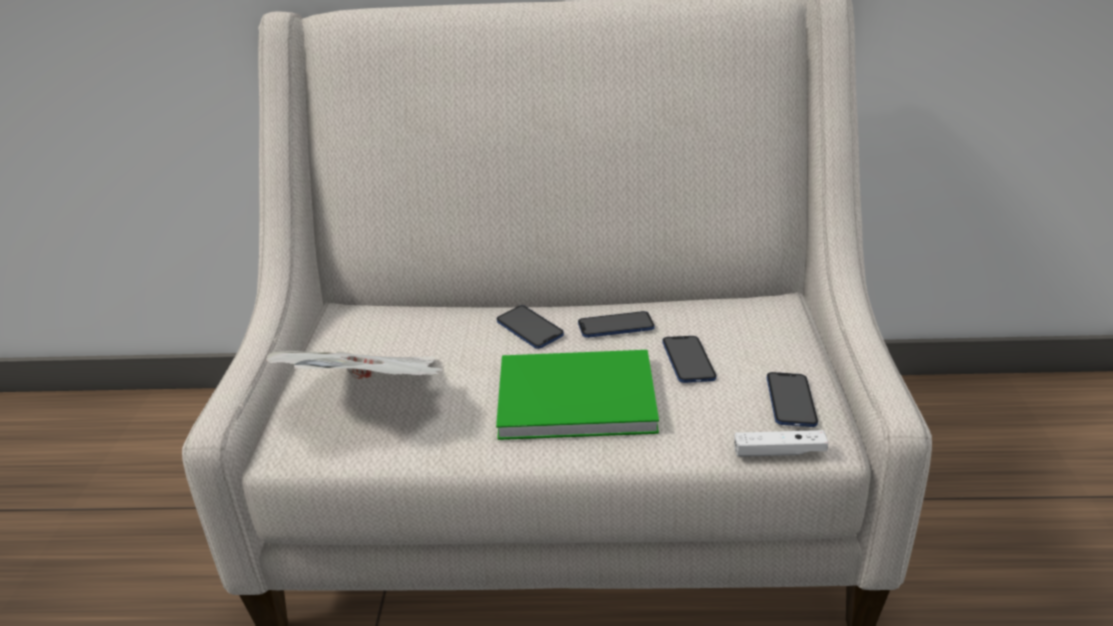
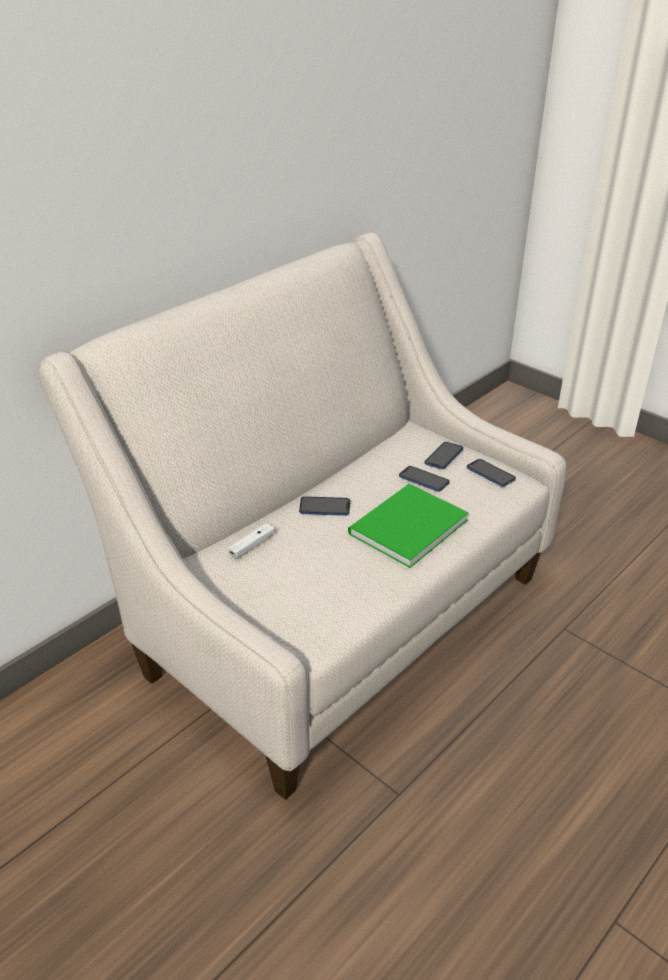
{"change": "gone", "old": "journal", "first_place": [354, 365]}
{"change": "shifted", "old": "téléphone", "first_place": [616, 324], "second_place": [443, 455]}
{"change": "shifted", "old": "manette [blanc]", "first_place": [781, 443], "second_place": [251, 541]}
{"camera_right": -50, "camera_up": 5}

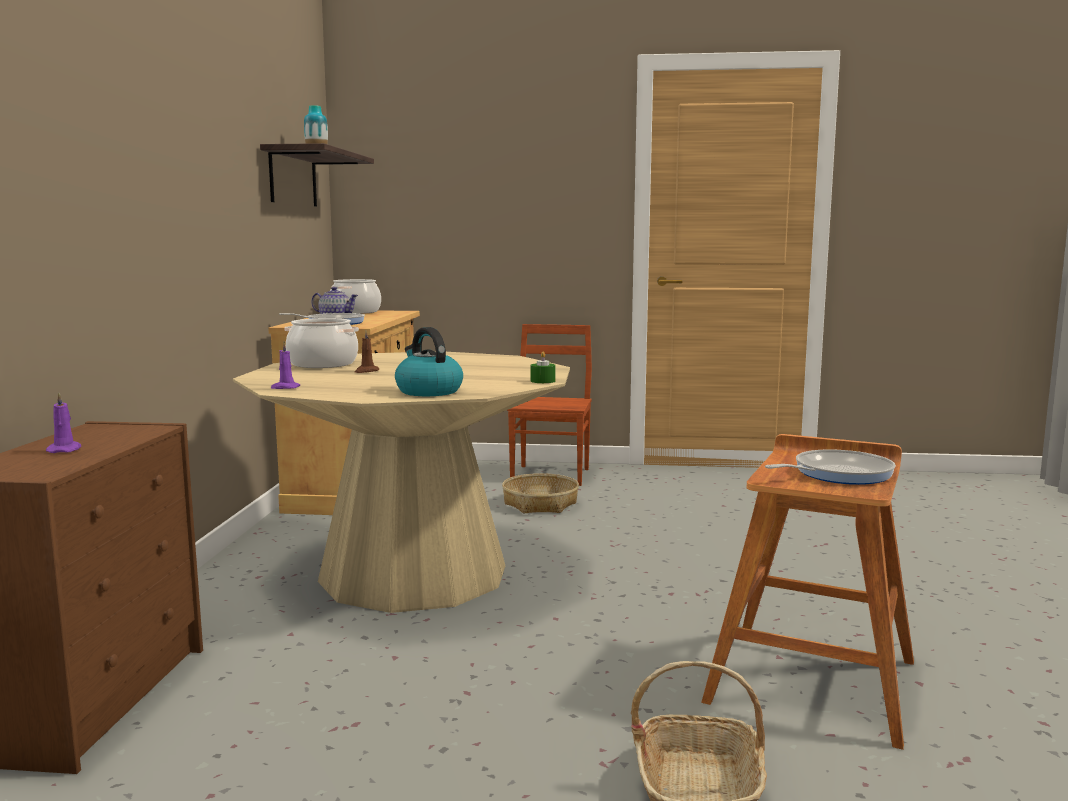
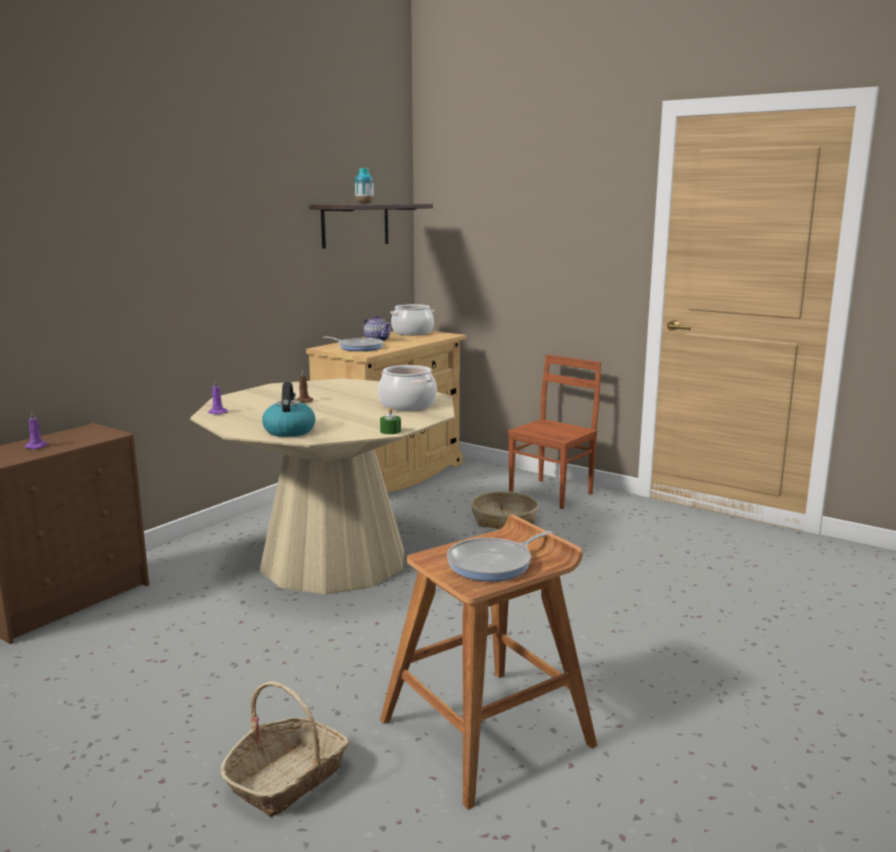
{"change": "shifted", "old": "marmite", "first_place": [321, 343], "second_place": [407, 388]}
{"change": "rotated", "old": "poêle", "first_place": [830, 467], "second_place": [499, 556], "degrees": 135}
{"camera_right": 30, "camera_up": 5}

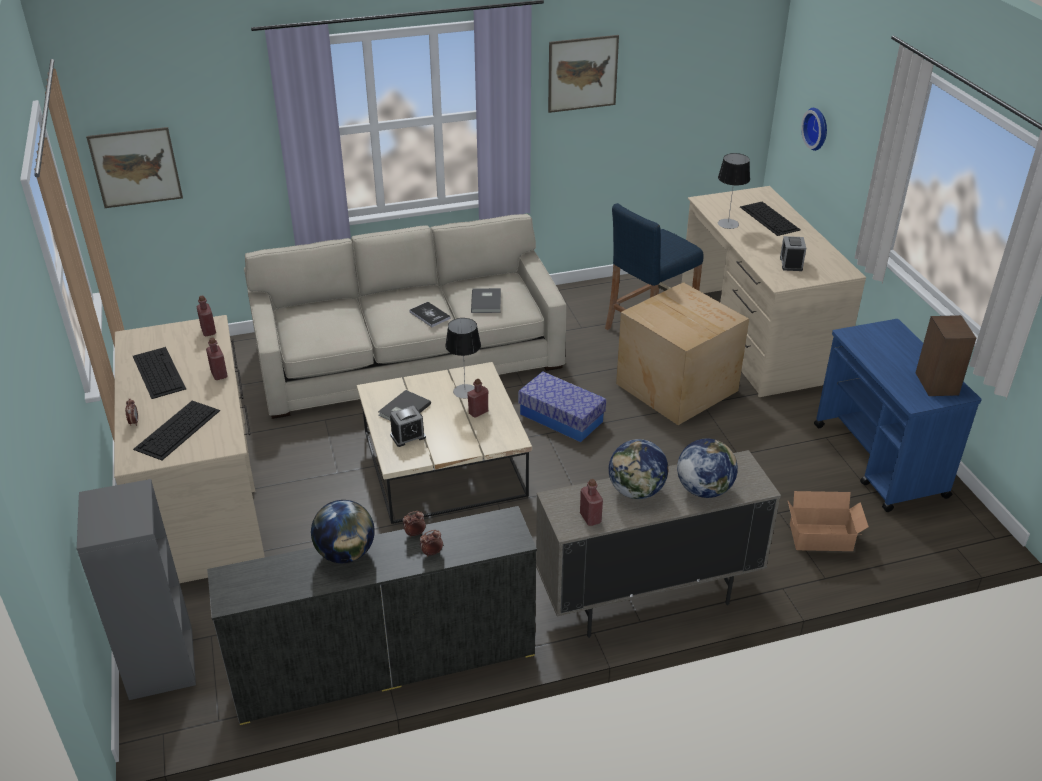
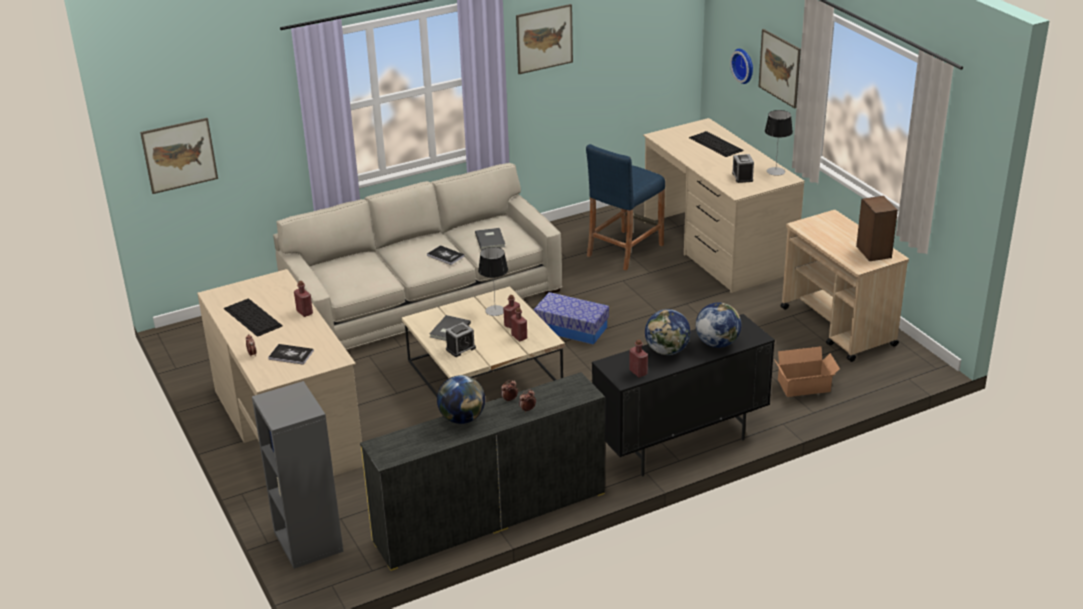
{"change": "swapped", "old": "clavier", "new": "livre", "first_place": [176, 430], "second_place": [291, 354]}
{"change": "shifted", "old": "bouteille [rouge]", "first_place": [206, 315], "second_place": [519, 324]}
{"change": "repainted", "old": "meuble de rangement [beige]", "new": "meuble de rangement [noir]", "first_place": [658, 544], "second_place": [683, 395]}
{"change": "gone", "old": "carton", "first_place": [682, 353]}
{"change": "shifted", "old": "lampe de table", "first_place": [734, 191], "second_place": [779, 143]}
{"change": "repainted", "old": "chariot [bleu]", "new": "chariot [beige]", "first_place": [898, 415], "second_place": [845, 286]}
{"change": "new", "new": "tableau", "second_place": [780, 68]}
{"camera_right": -10, "camera_up": -5}

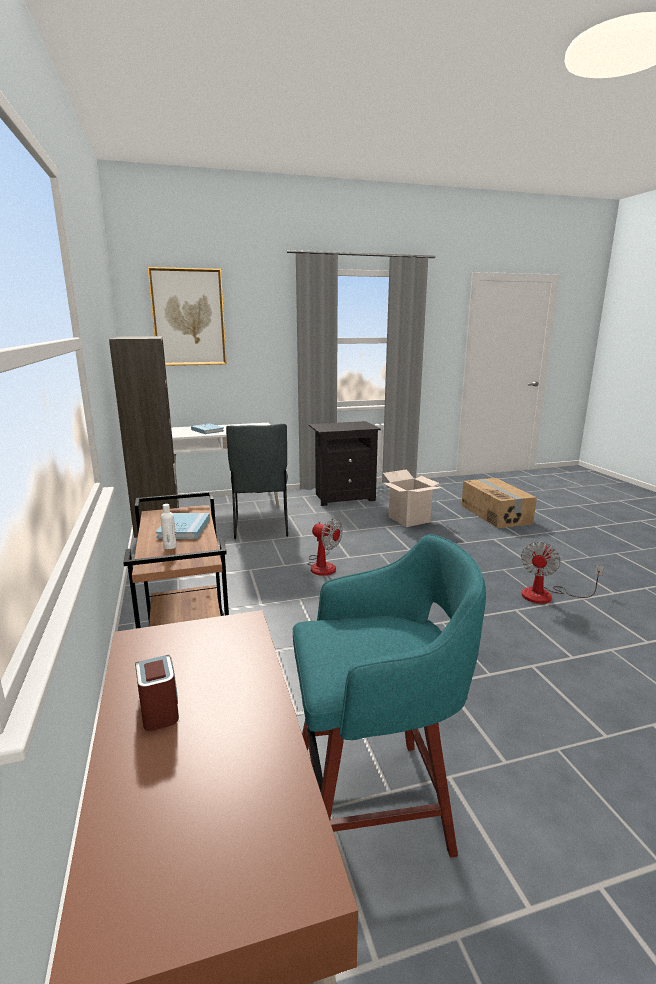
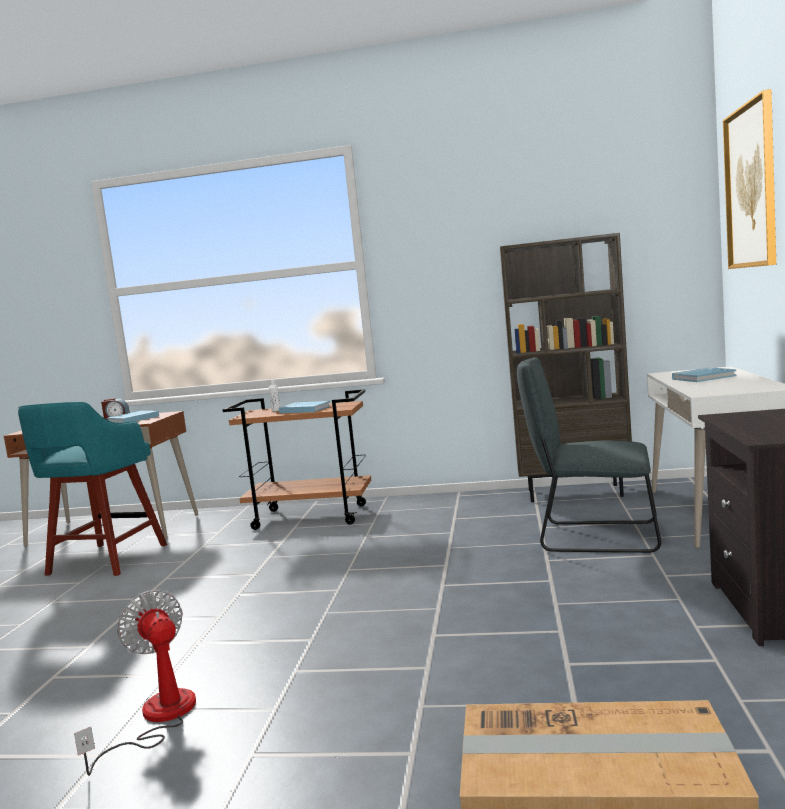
{"change": "gone", "old": "ventilateur", "first_place": [325, 547]}
{"change": "gone", "old": "carton", "first_place": [412, 498]}
{"change": "new", "new": "livre [bleu]", "second_place": [133, 417]}
{"camera_right": 115, "camera_up": -10}

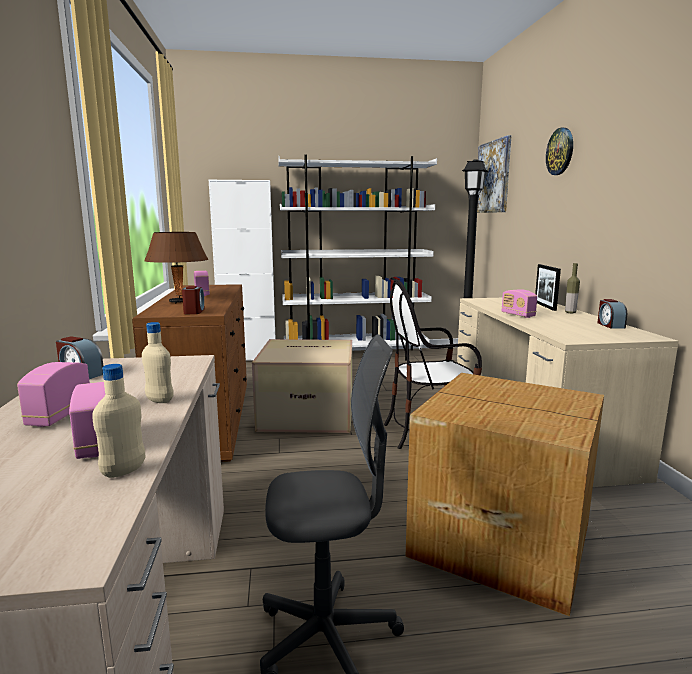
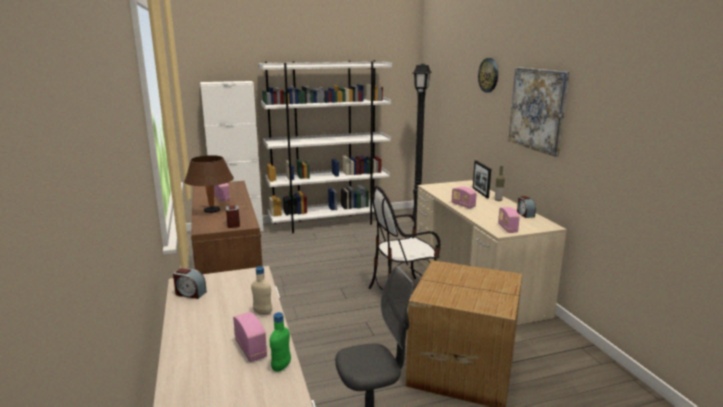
{"change": "shifted", "old": "radio", "first_place": [53, 394], "second_place": [509, 220]}
{"change": "repainted", "old": "bouteille [beige]", "new": "bouteille [vert]", "first_place": [118, 421], "second_place": [280, 342]}
{"change": "gone", "old": "carton", "first_place": [302, 386]}
{"change": "shifted", "old": "tableau", "first_place": [494, 174], "second_place": [539, 112]}
{"camera_right": -10, "camera_up": 5}

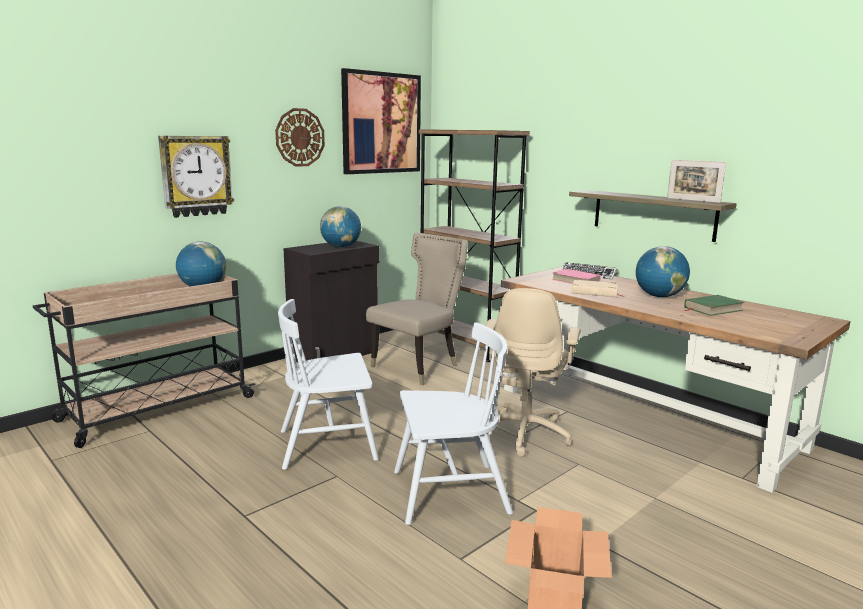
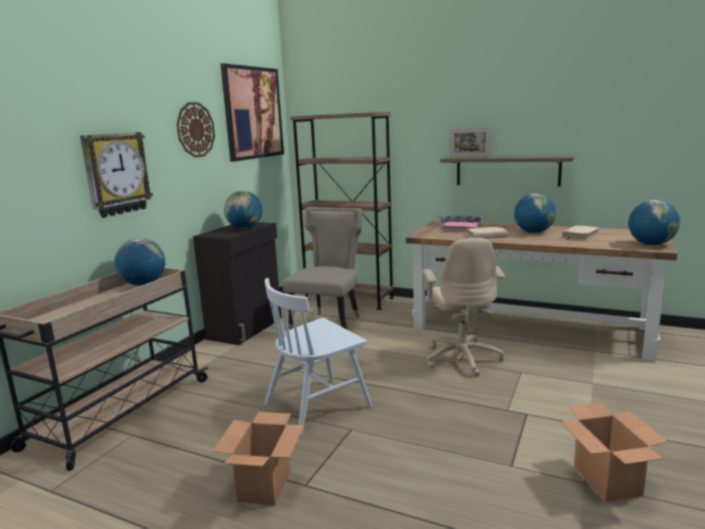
{"change": "gone", "old": "chaise [blanc]", "first_place": [453, 424]}
{"change": "shifted", "old": "cadre photo", "first_place": [696, 181], "second_place": [470, 142]}
{"change": "repainted", "old": "livre [vert]", "new": "livre [beige]", "first_place": [714, 305], "second_place": [581, 233]}
{"change": "new", "new": "carton", "second_place": [258, 458]}
{"change": "new", "new": "globe", "second_place": [654, 222]}
{"camera_right": -20, "camera_up": 0}

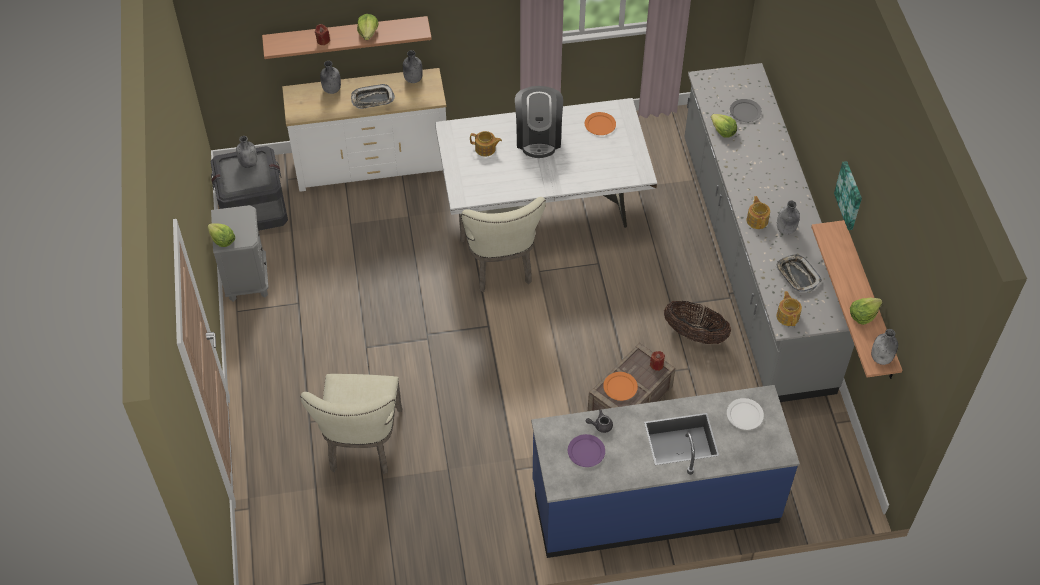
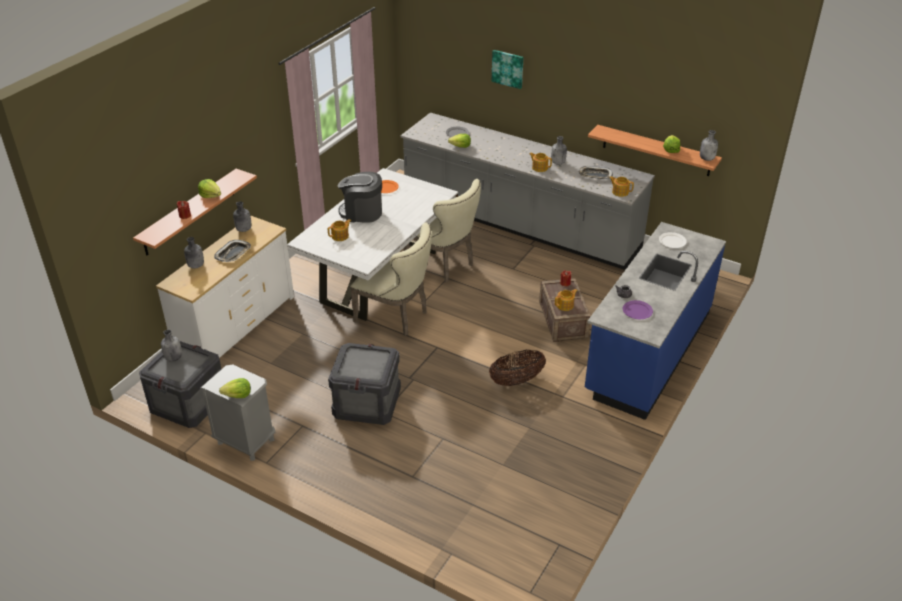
{"change": "shifted", "old": "chaise [beige]", "first_place": [351, 424], "second_place": [442, 230]}
{"change": "rotated", "old": "machine à café", "first_place": [539, 122], "second_place": [360, 197], "degrees": 150}
{"change": "swapped", "old": "assiette [orange]", "new": "théière", "first_place": [620, 386], "second_place": [566, 300]}
{"change": "shifted", "old": "panier", "first_place": [697, 322], "second_place": [517, 368]}
{"change": "shifted", "old": "tableau", "first_place": [848, 195], "second_place": [508, 69]}
{"change": "new", "new": "caisse", "second_place": [364, 384]}
{"camera_right": -50, "camera_up": -15}

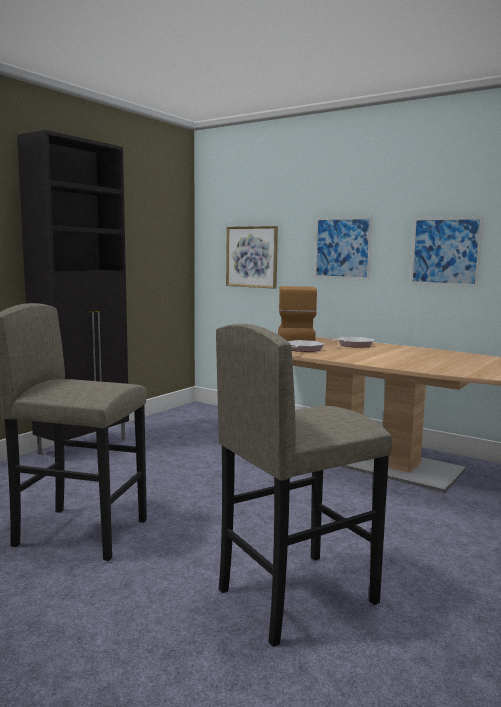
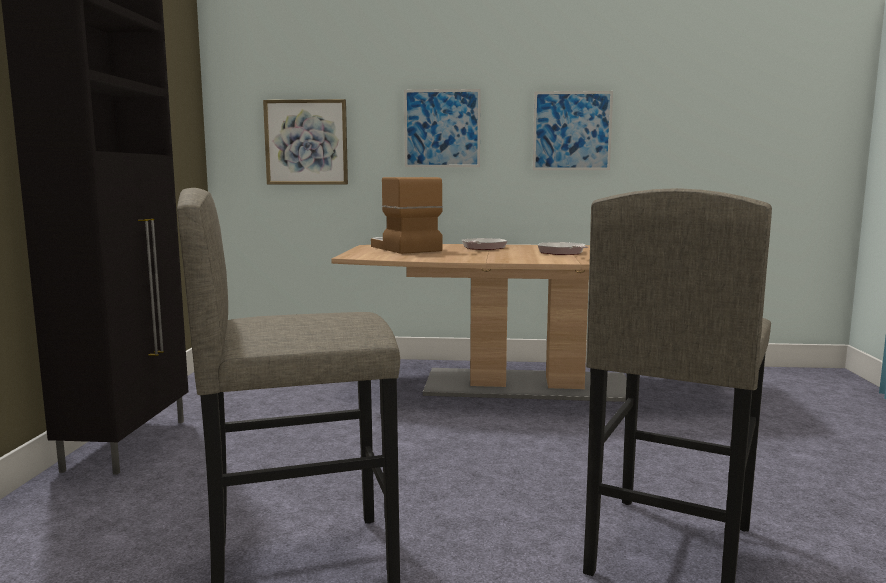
{"change": "shifted", "old": "poêle", "first_place": [306, 346], "second_place": [563, 248]}
{"camera_right": -30, "camera_up": 0}

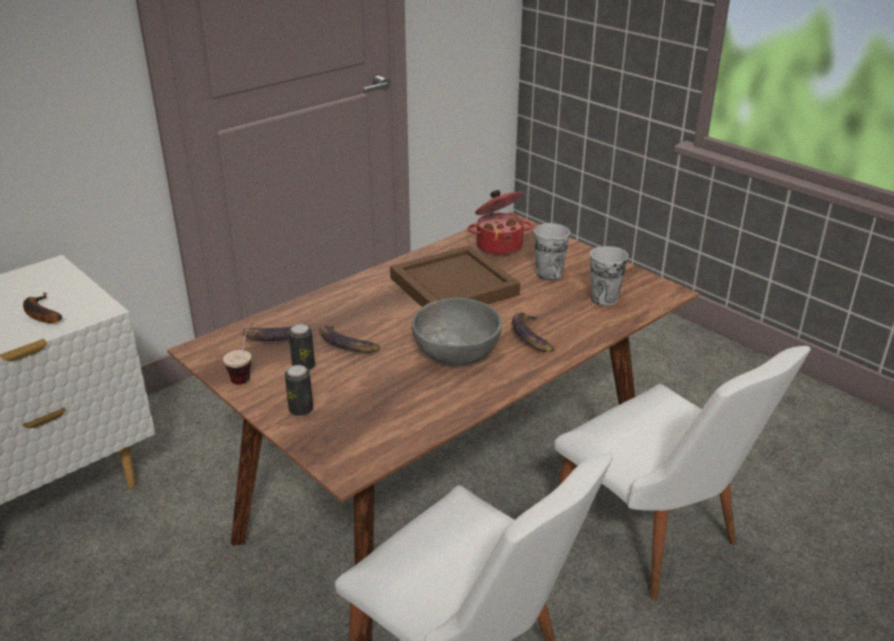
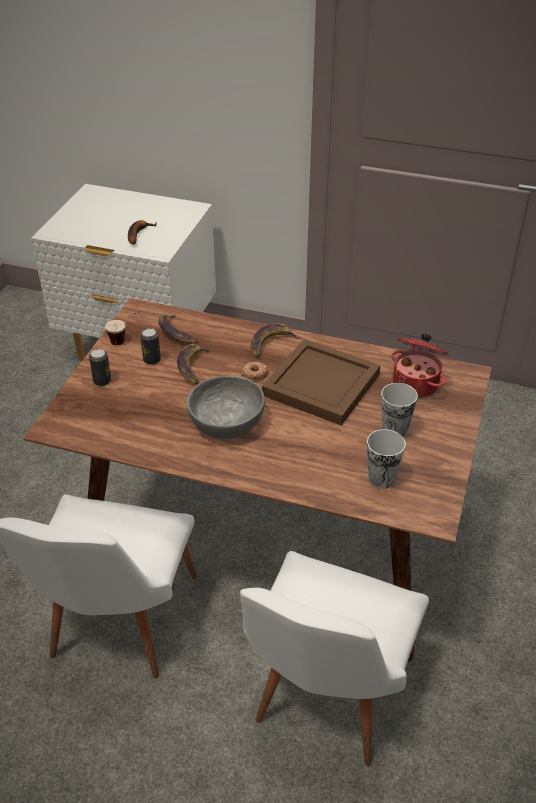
{"change": "shifted", "old": "banane", "first_place": [533, 332], "second_place": [275, 340]}
{"change": "new", "new": "beignet", "second_place": [254, 371]}
{"camera_right": 60, "camera_up": 10}

